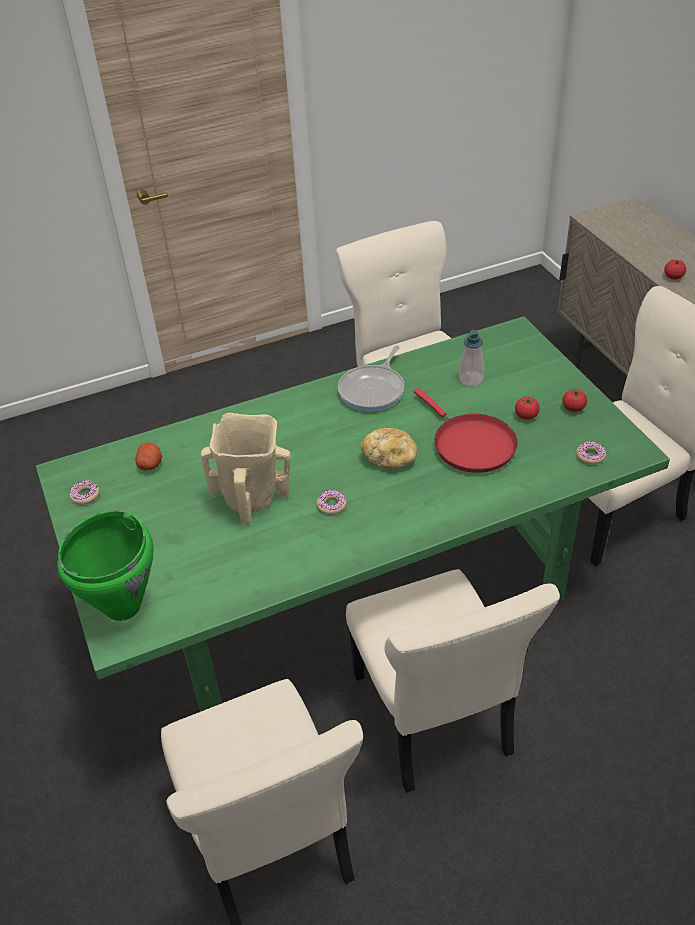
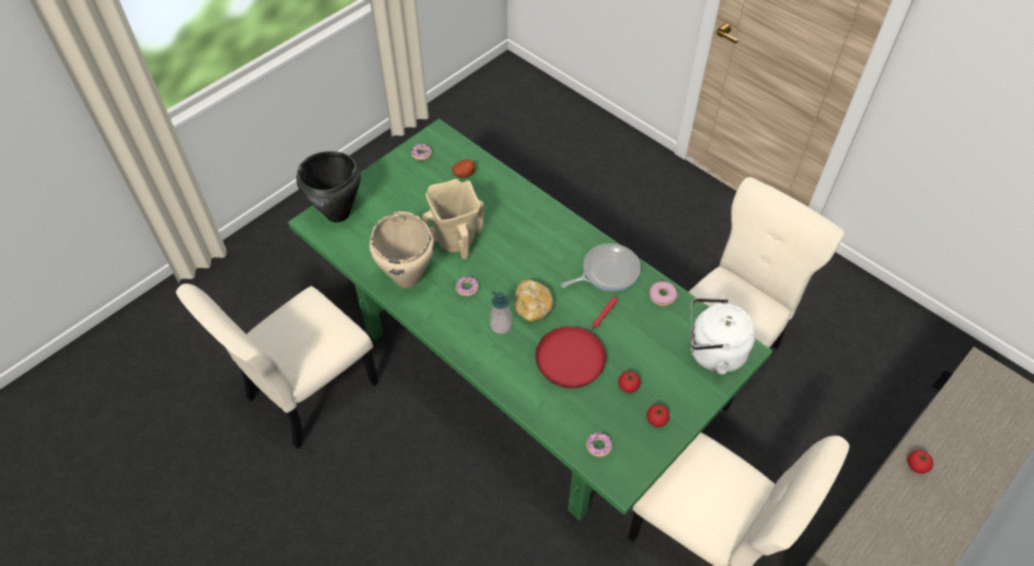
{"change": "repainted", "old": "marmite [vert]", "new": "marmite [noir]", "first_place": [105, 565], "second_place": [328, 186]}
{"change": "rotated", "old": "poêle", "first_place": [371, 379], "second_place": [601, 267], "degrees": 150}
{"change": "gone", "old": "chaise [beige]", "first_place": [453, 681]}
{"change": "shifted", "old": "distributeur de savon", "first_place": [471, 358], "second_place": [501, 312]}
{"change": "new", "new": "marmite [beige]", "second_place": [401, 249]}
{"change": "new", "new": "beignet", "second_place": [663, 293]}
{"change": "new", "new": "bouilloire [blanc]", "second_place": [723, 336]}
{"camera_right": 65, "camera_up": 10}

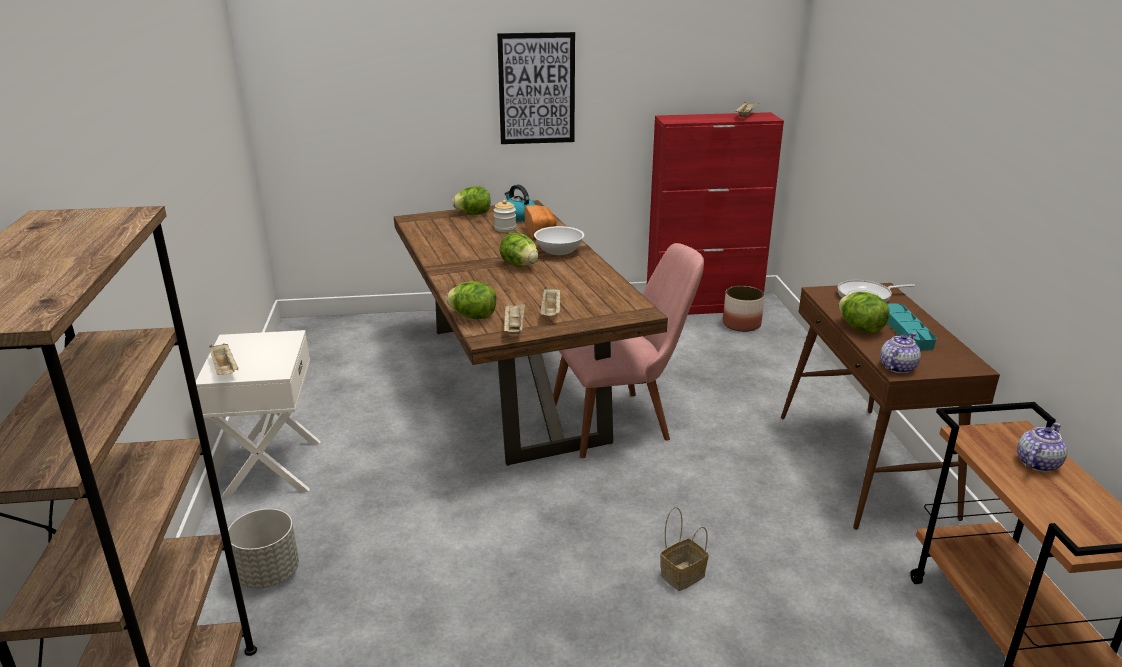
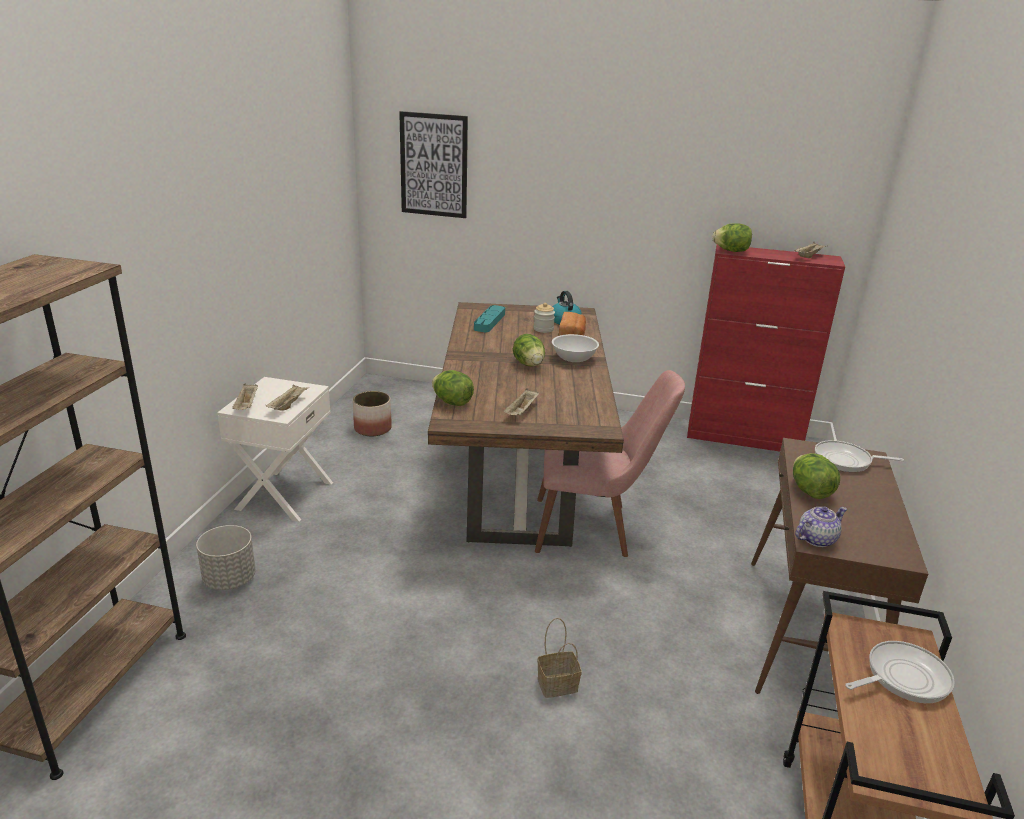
{"change": "shifted", "old": "laitue", "first_place": [471, 200], "second_place": [732, 237]}
{"change": "shifted", "old": "tableau", "first_place": [536, 88], "second_place": [433, 164]}
{"change": "shifted", "old": "plateau [beige]", "first_place": [514, 319], "second_place": [287, 397]}
{"change": "shifted", "old": "cache-pot", "first_place": [743, 309], "second_place": [372, 413]}
{"change": "shifted", "old": "plateau [turquoise]", "first_place": [911, 327], "second_place": [489, 318]}
{"change": "swapped", "old": "théière", "new": "poêle", "first_place": [1042, 447], "second_place": [900, 672]}
{"camera_right": 20, "camera_up": 0}

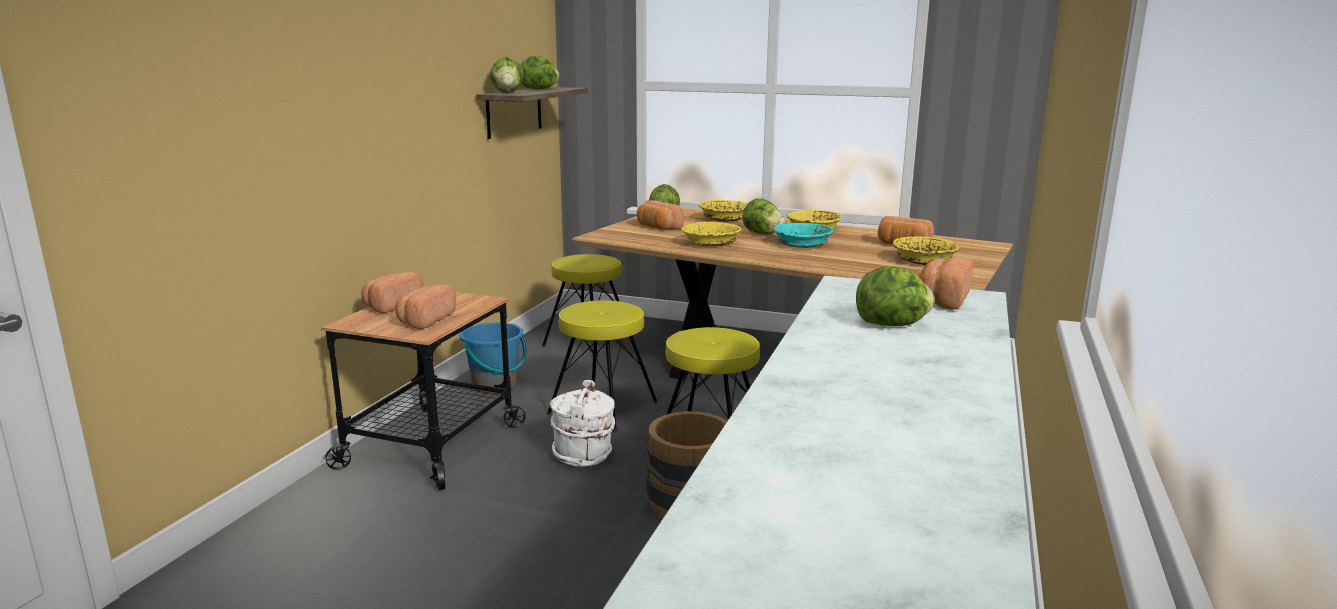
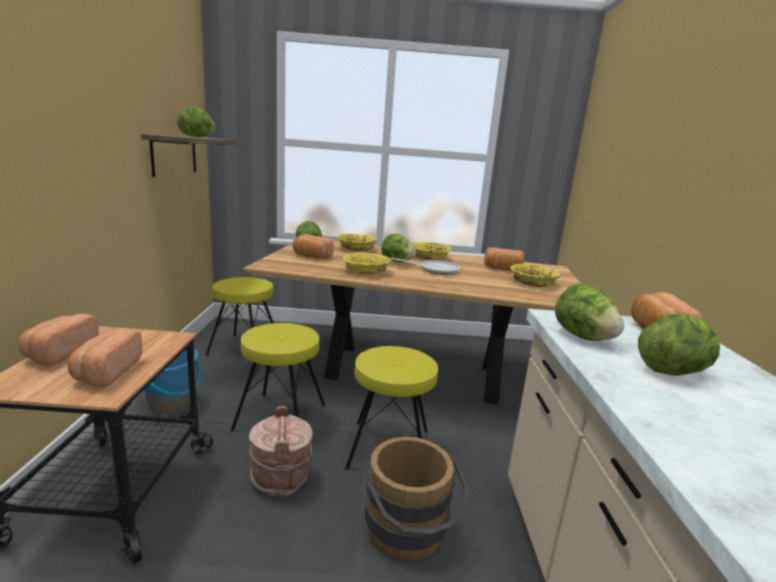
{"change": "shifted", "old": "laitue", "first_place": [507, 75], "second_place": [589, 312]}
{"change": "repainted", "old": "seau [blanc]", "new": "seau [marron]", "first_place": [582, 423], "second_place": [281, 451]}
{"change": "swapped", "old": "bol [turquoise]", "new": "poêle", "first_place": [803, 235], "second_place": [425, 266]}
{"camera_right": -20, "camera_up": 0}

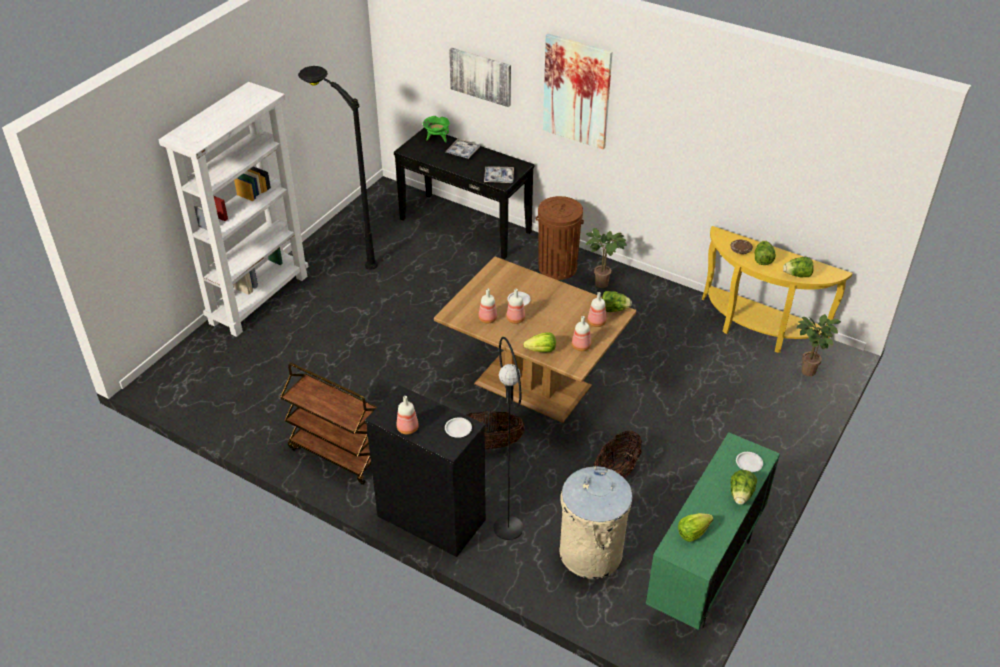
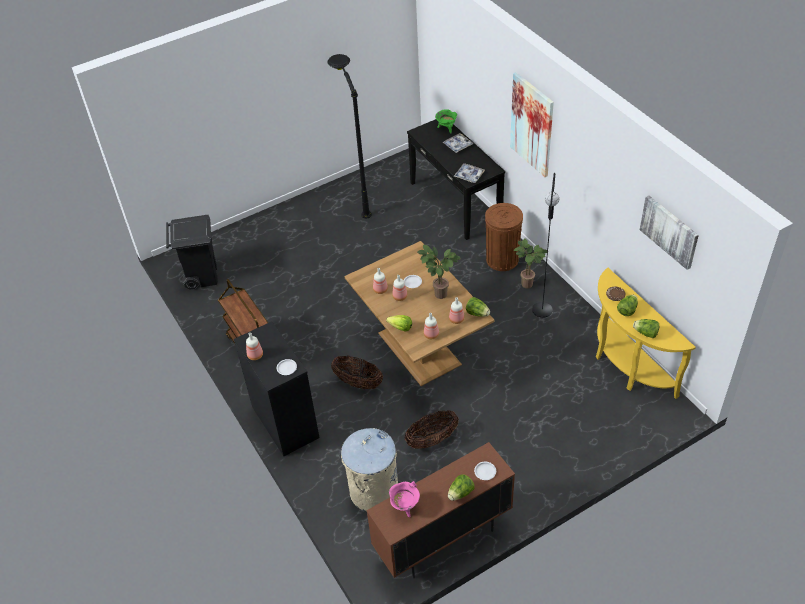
{"change": "gone", "old": "bibliothèque [blanc]", "first_place": [233, 209]}
{"change": "shifted", "old": "tableau", "first_place": [480, 77], "second_place": [669, 232]}
{"change": "shifted", "old": "lampadaire [noir]", "first_place": [508, 438], "second_place": [546, 245]}
{"change": "repainted", "old": "meuble de rangement [vert]", "new": "meuble de rangement [marron]", "first_place": [713, 531], "second_place": [441, 510]}
{"change": "swapped", "old": "laitue", "new": "marmite [rose]", "first_place": [695, 527], "second_place": [404, 499]}
{"change": "shifted", "old": "plante en pot", "first_place": [819, 345], "second_place": [439, 272]}
{"change": "new", "new": "poubelle [noir]", "second_place": [192, 252]}
{"camera_right": 30, "camera_up": 5}

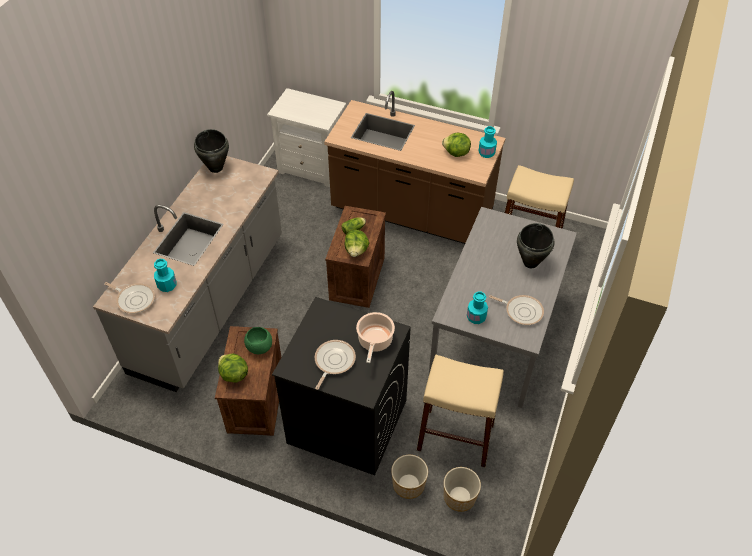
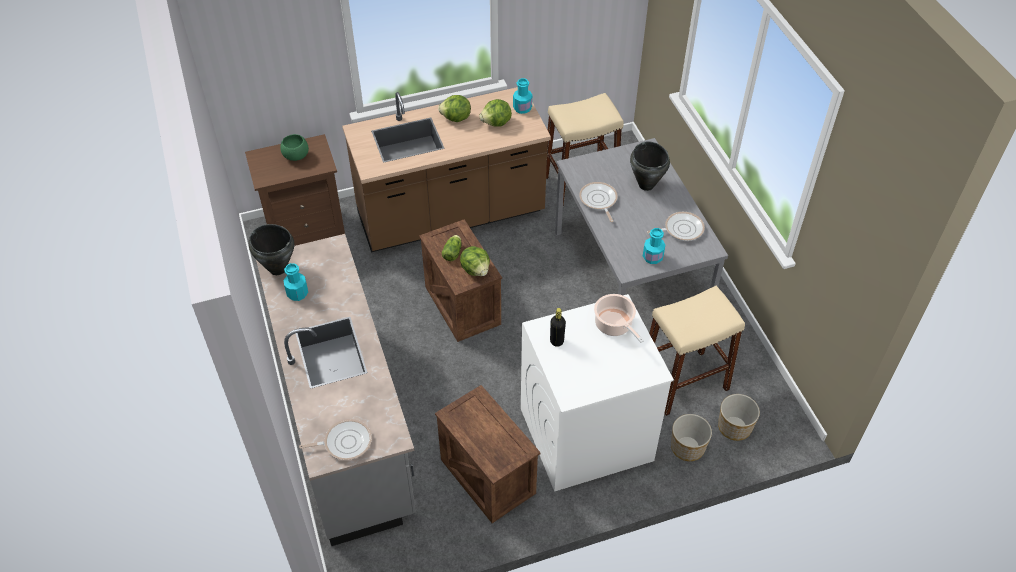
{"change": "shifted", "old": "bouteille [turquoise]", "first_place": [165, 275], "second_place": [295, 282]}
{"change": "shifted", "old": "laitue", "first_place": [233, 368], "second_place": [454, 108]}
{"change": "shifted", "old": "bol [vert]", "first_place": [258, 340], "second_place": [294, 147]}
{"change": "repainted", "old": "table de chevet [blanc]", "new": "table de chevet [marron]", "first_place": [306, 137], "second_place": [295, 190]}
{"change": "repainted", "old": "lave-linge [noir]", "new": "lave-linge [blanc]", "first_place": [341, 386], "second_place": [597, 393]}
{"change": "shifted", "old": "poêle", "first_place": [335, 365], "second_place": [598, 202]}
{"change": "new", "new": "bouteille [noir]", "second_place": [558, 327]}
{"camera_right": -40, "camera_up": 0}

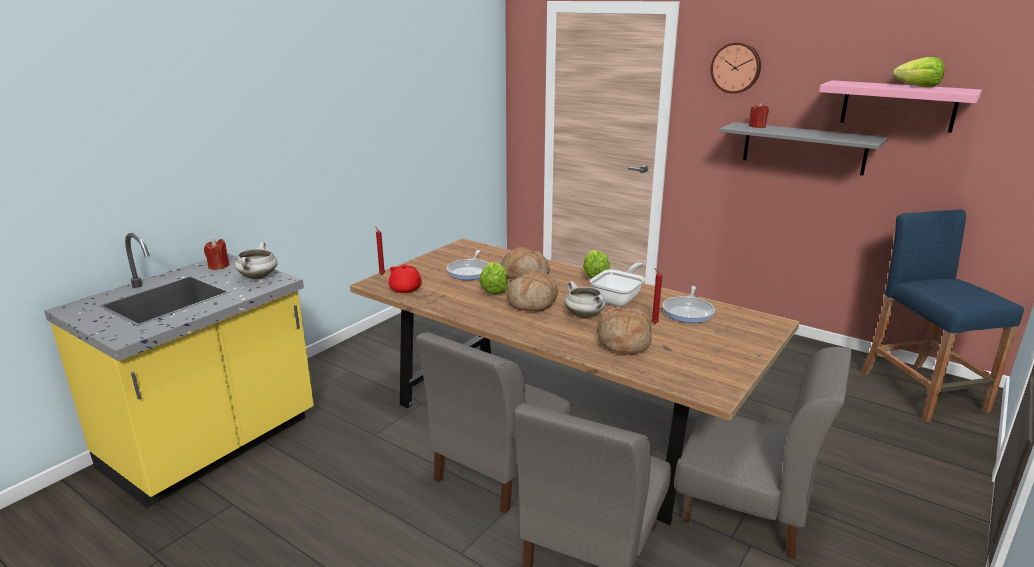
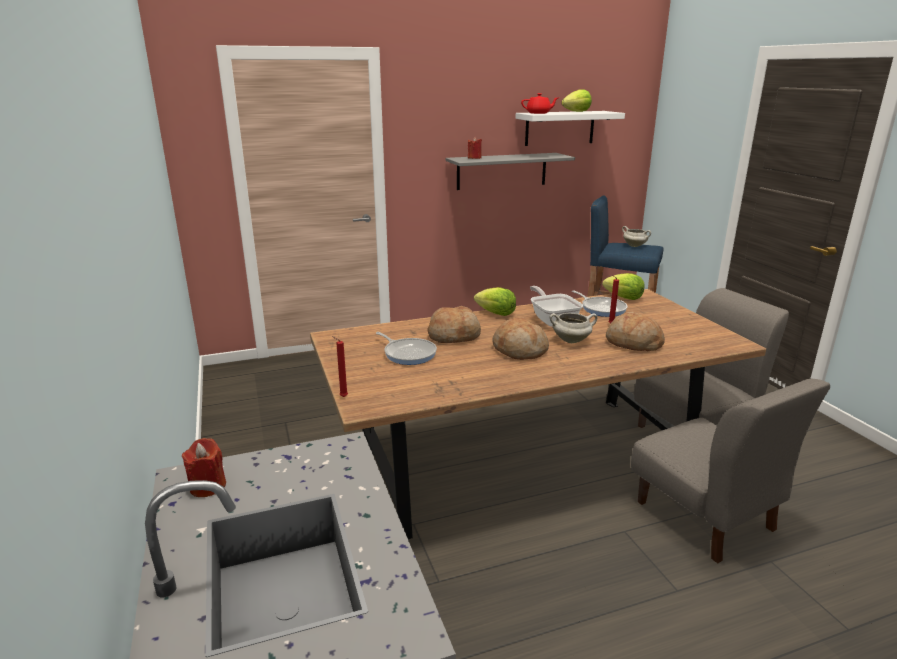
{"change": "shifted", "old": "marmite [blanc]", "first_place": [256, 260], "second_place": [636, 236]}
{"change": "shifted", "old": "théière [rouge]", "first_place": [405, 278], "second_place": [539, 103]}
{"change": "gone", "old": "chaise [gris]", "first_place": [493, 423]}
{"change": "shifted", "old": "laitue", "first_place": [493, 278], "second_place": [623, 286]}
{"change": "gone", "old": "horloge murale", "first_place": [736, 68]}
{"change": "repainted", "old": "étagère [rose]", "new": "étagère [blanc]", "first_place": [900, 106], "second_place": [570, 128]}
{"camera_right": -55, "camera_up": 0}

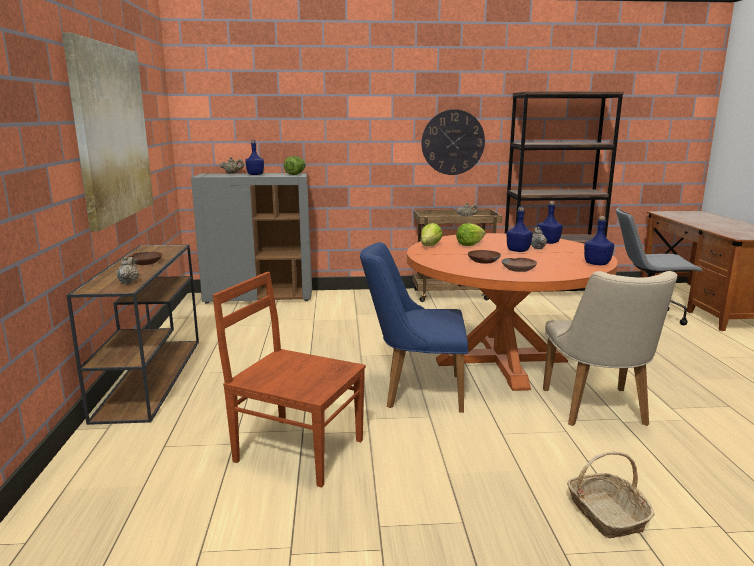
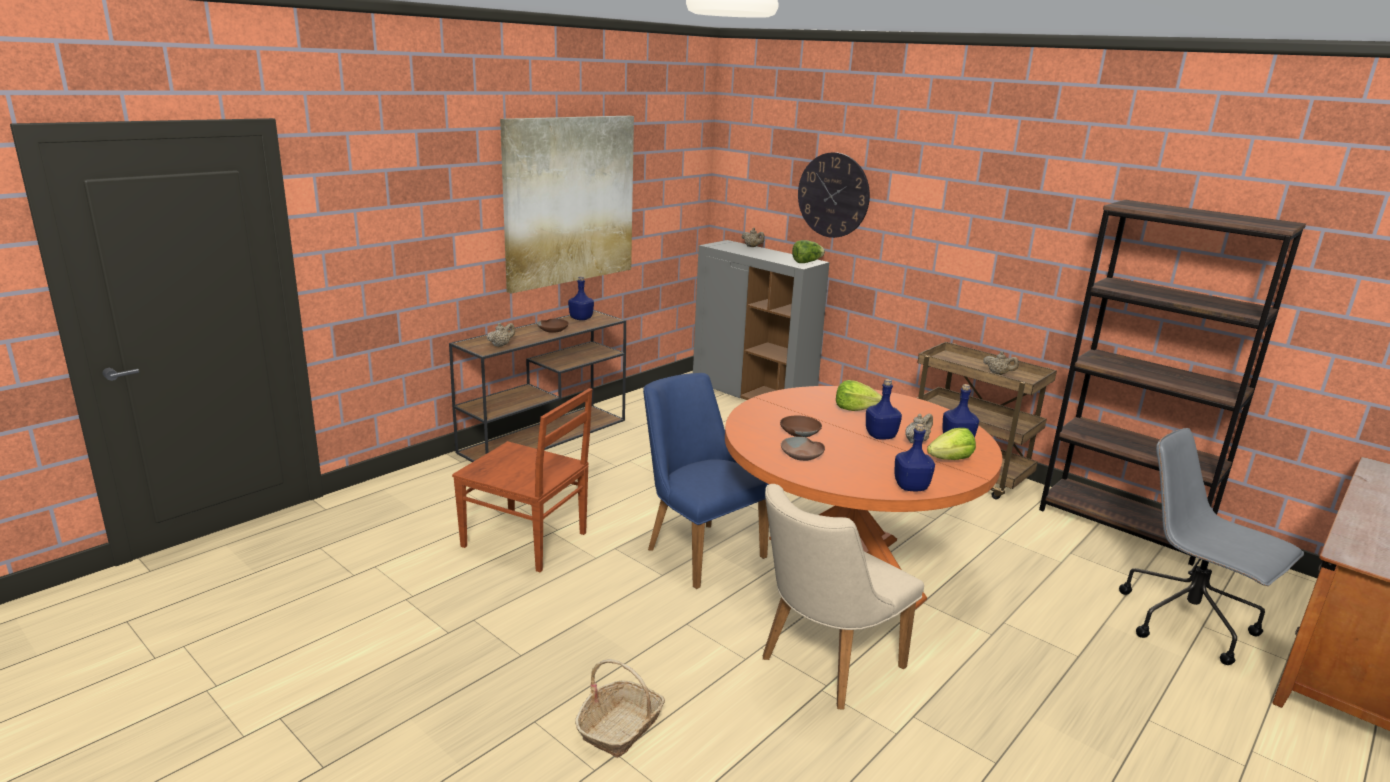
{"change": "rotated", "old": "chaise [marron]", "first_place": [289, 379], "second_place": [522, 480], "degrees": 135}
{"change": "shifted", "old": "bouteille [bleu]", "first_place": [254, 157], "second_place": [581, 298]}
{"change": "shifted", "old": "horloge murale", "first_place": [453, 142], "second_place": [834, 195]}
{"change": "shifted", "old": "laitue", "first_place": [432, 234], "second_place": [951, 444]}
{"camera_right": 45, "camera_up": 5}

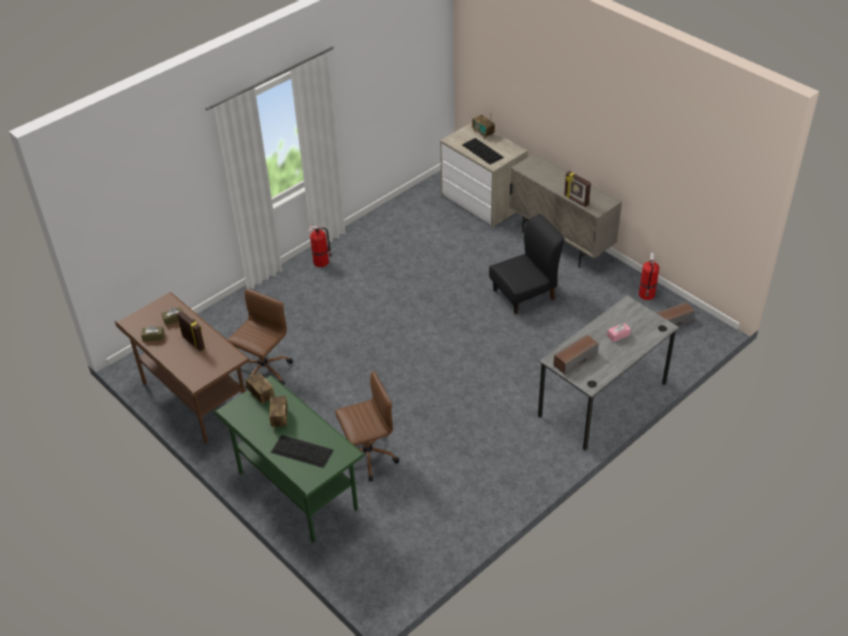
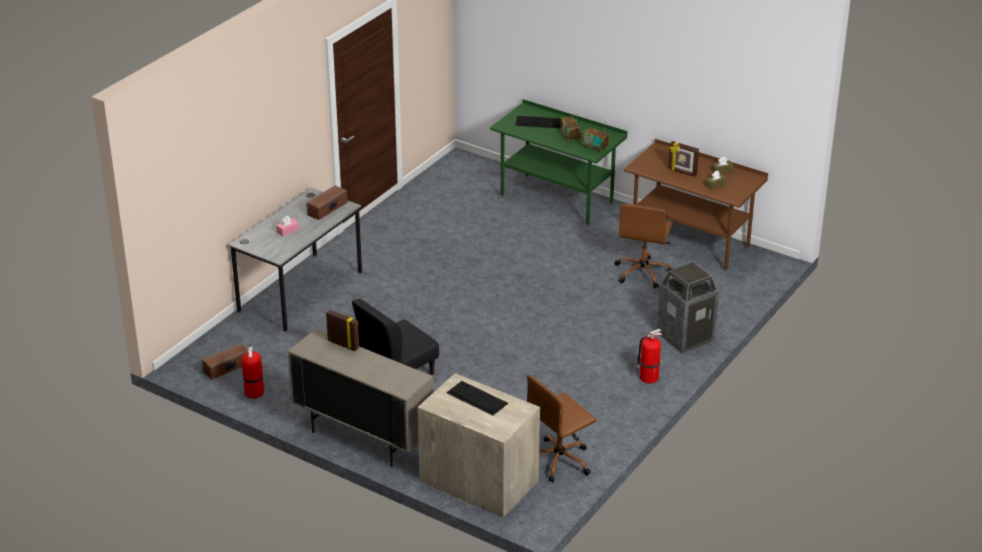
{"change": "shifted", "old": "chaise de bureau [marron]", "first_place": [367, 426], "second_place": [562, 428]}
{"change": "gone", "old": "radio", "first_place": [483, 127]}
{"change": "new", "new": "poubelle", "second_place": [688, 307]}
{"camera_right": 165, "camera_up": -10}

